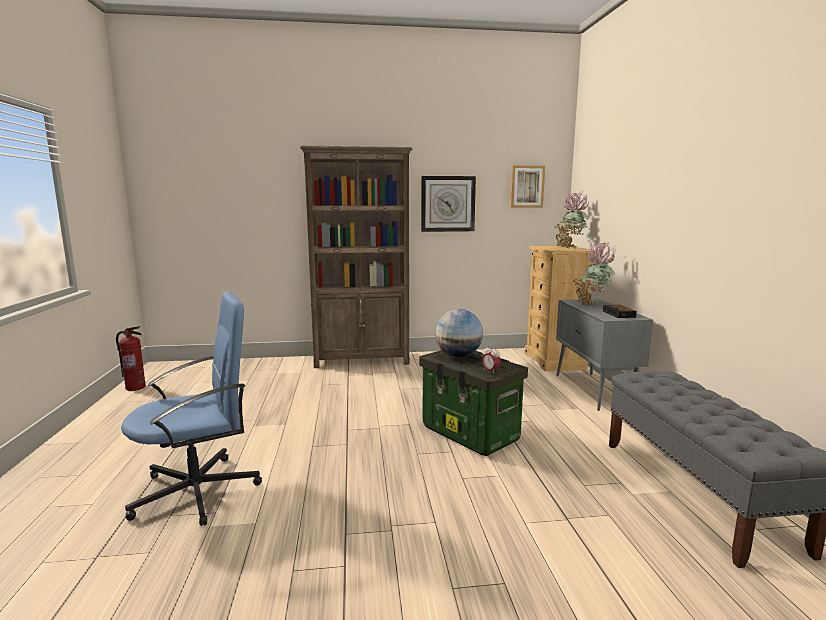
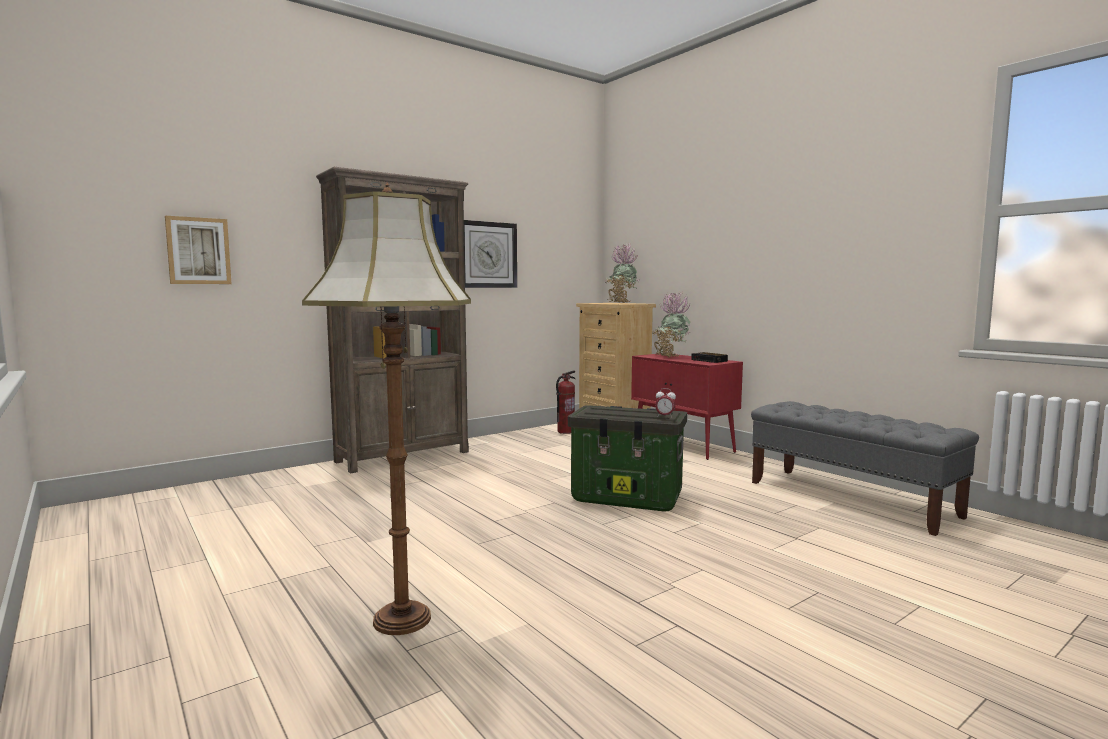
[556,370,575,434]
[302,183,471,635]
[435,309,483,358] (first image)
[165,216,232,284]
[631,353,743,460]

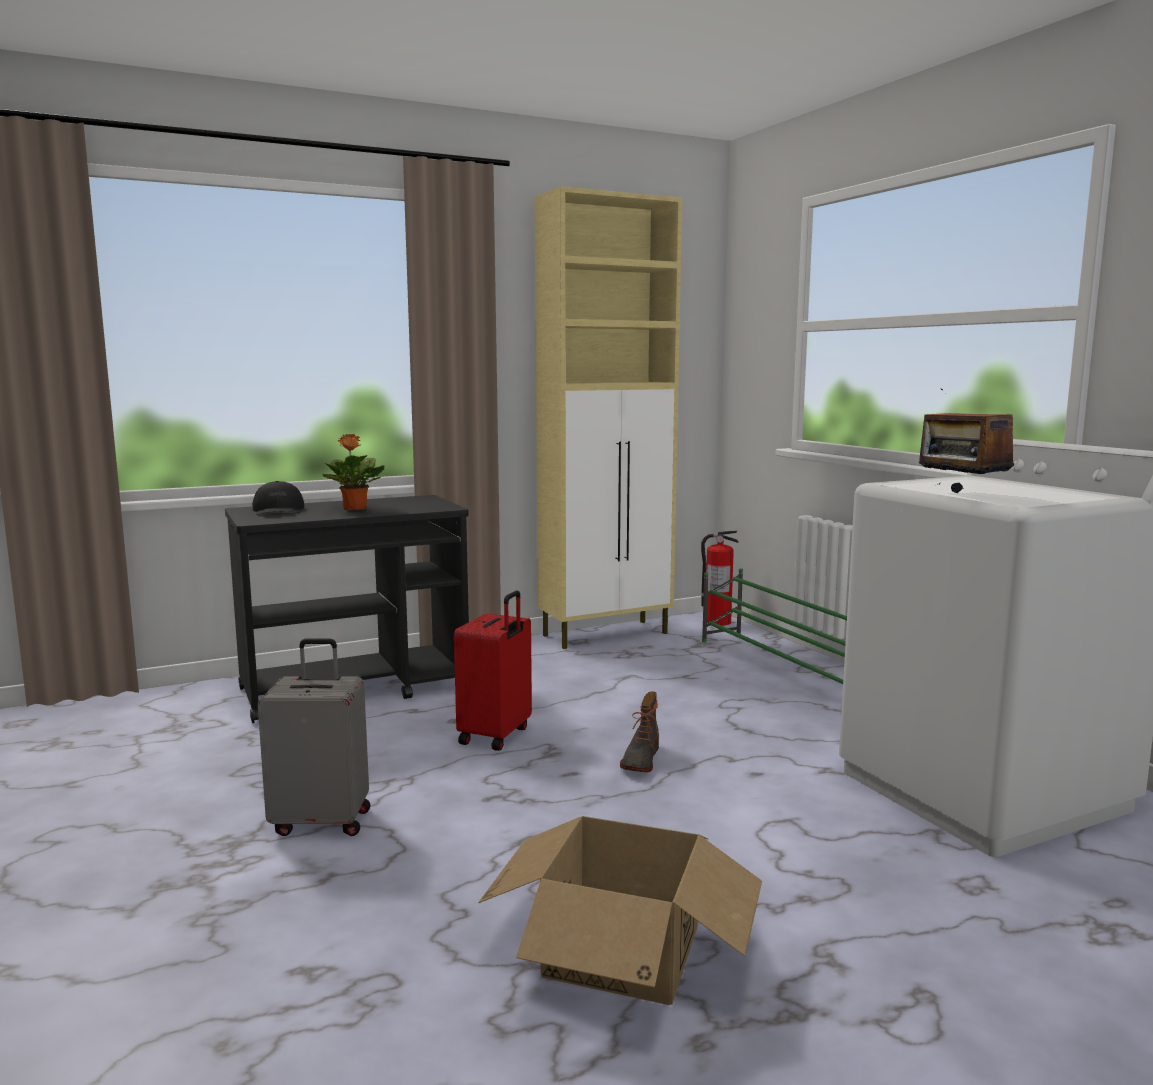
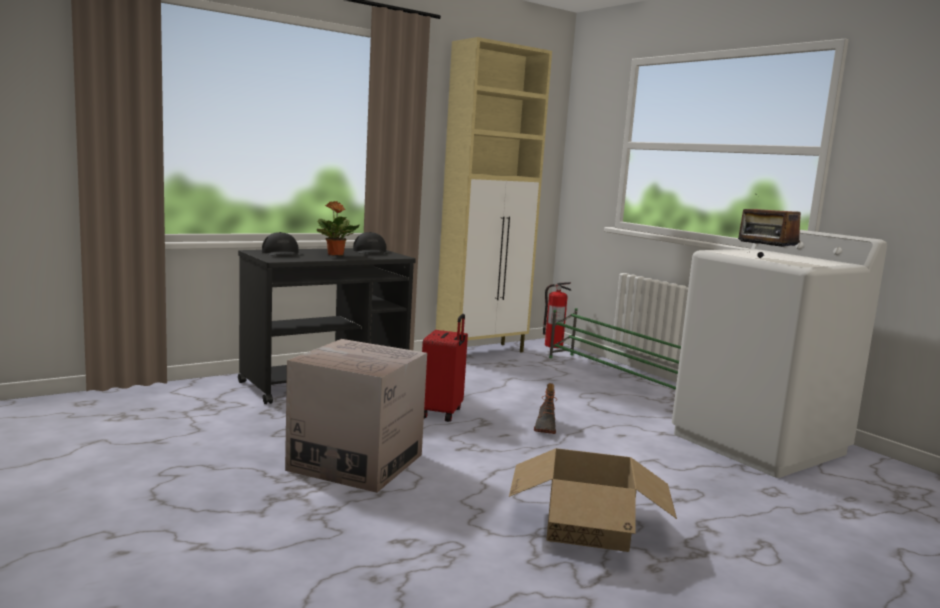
[285,339,427,493]
[353,232,387,254]

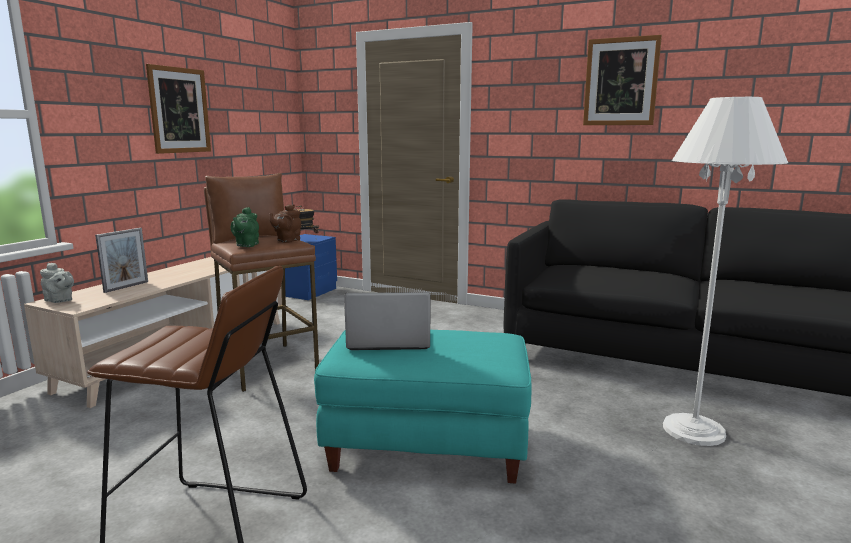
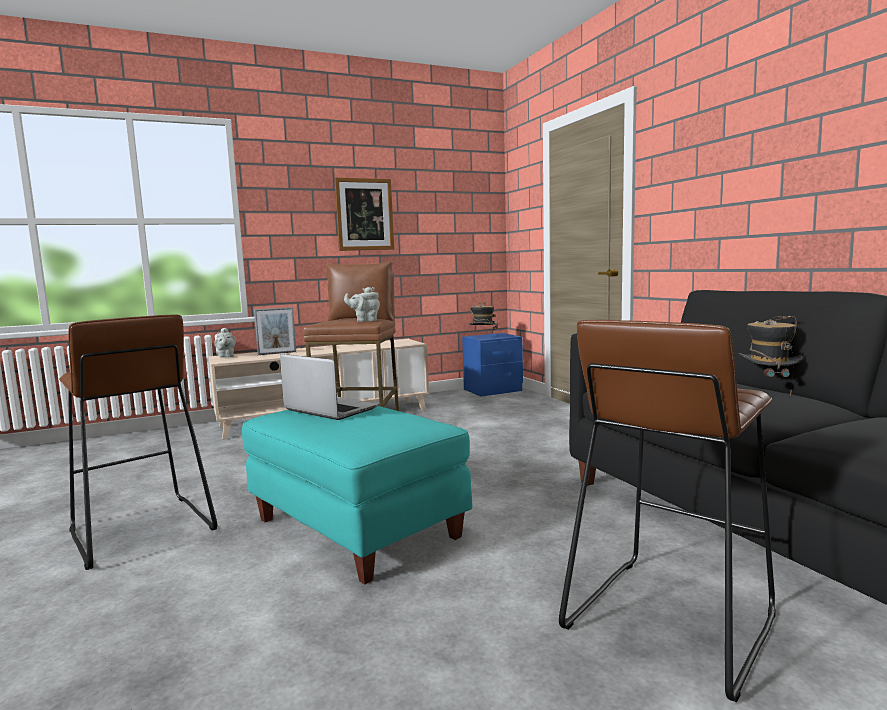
[231,207,259,247] (first image)
[344,287,380,322]
[583,35,662,125] (first image)
[559,320,776,702]
[738,316,802,396]

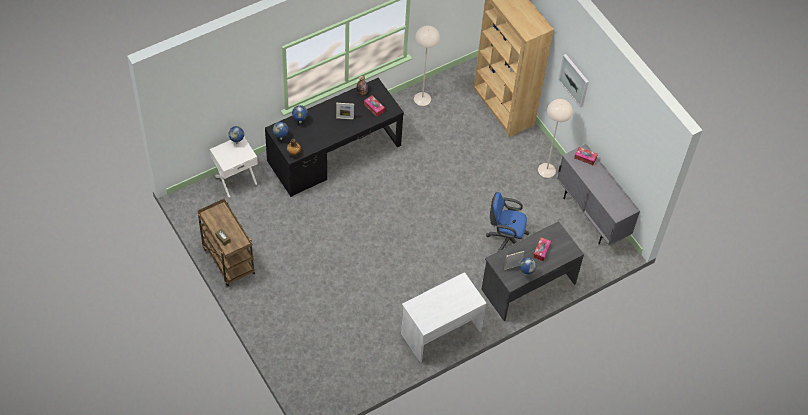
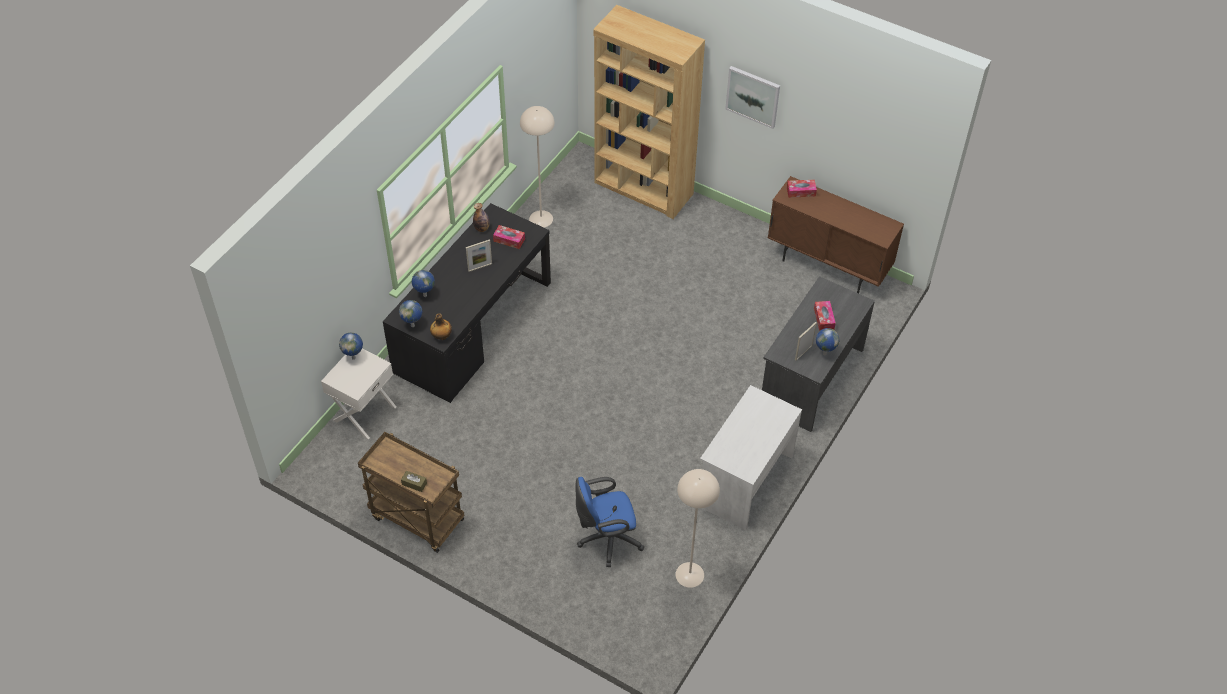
[575,477,644,567]
[675,469,720,588]
[768,176,904,294]

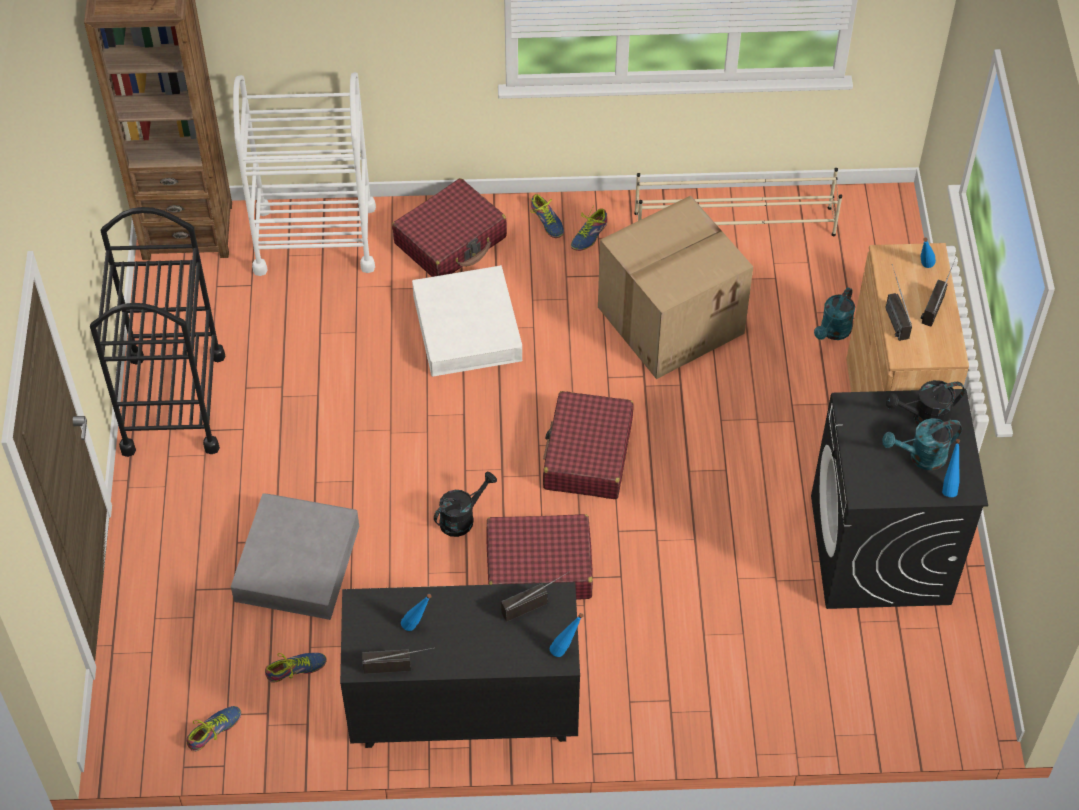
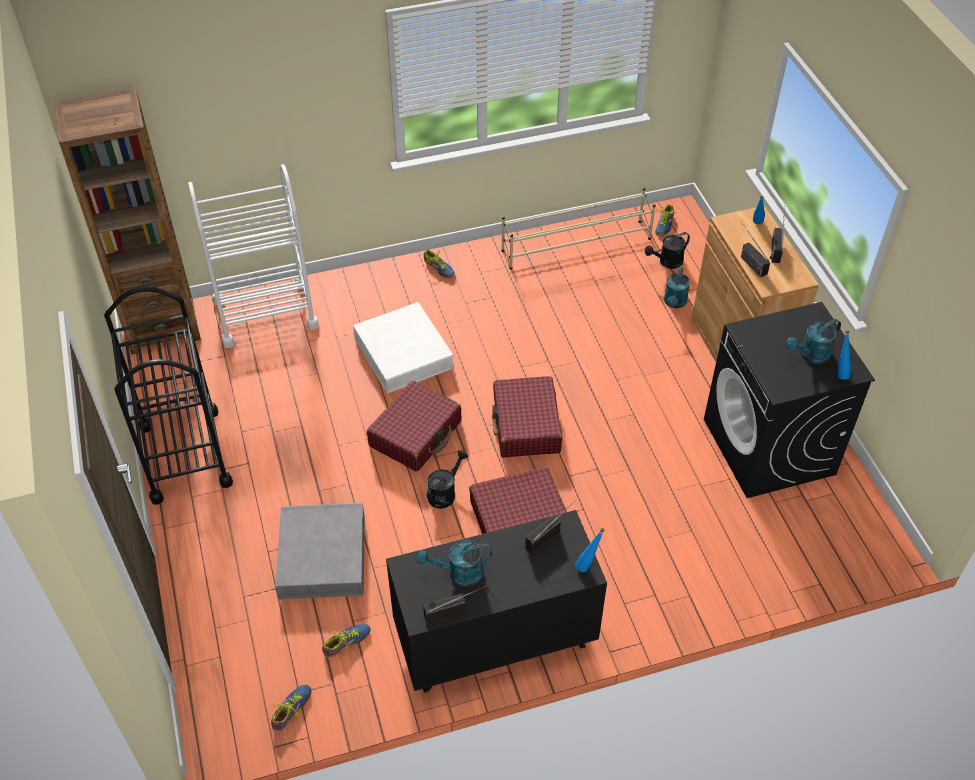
[367,380,461,472]
[417,540,492,587]
[655,203,676,236]
[598,196,753,379] (first image)
[645,232,690,269]

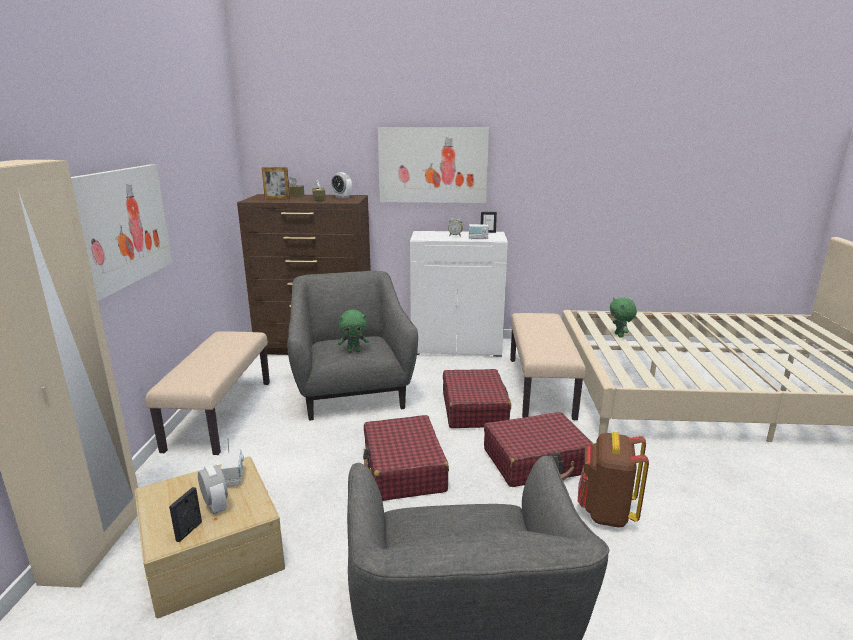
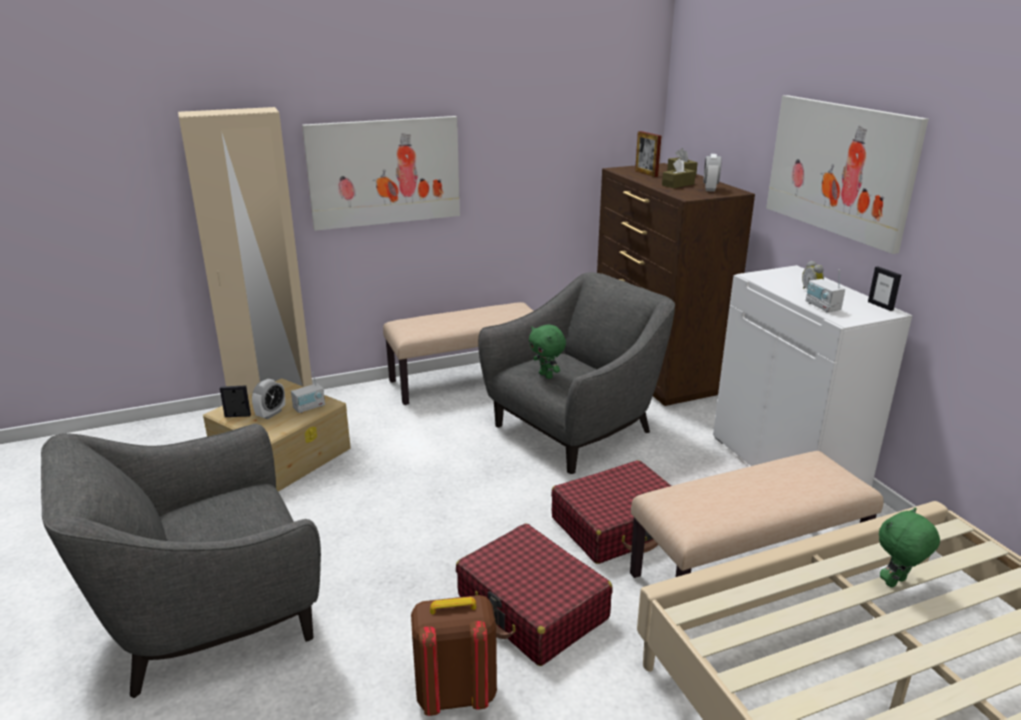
[363,415,449,501] (first image)

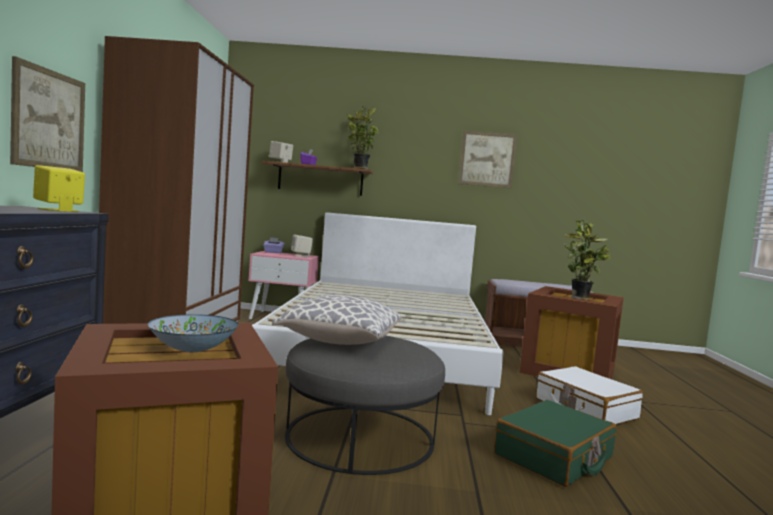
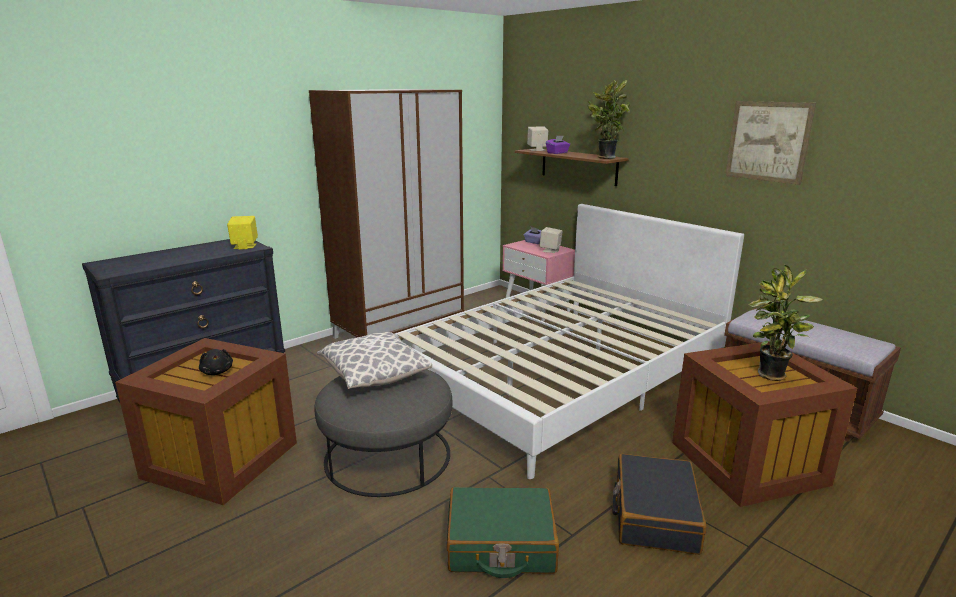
[10,56,85,172] (first image)
[199,349,233,375]
[612,454,706,555]

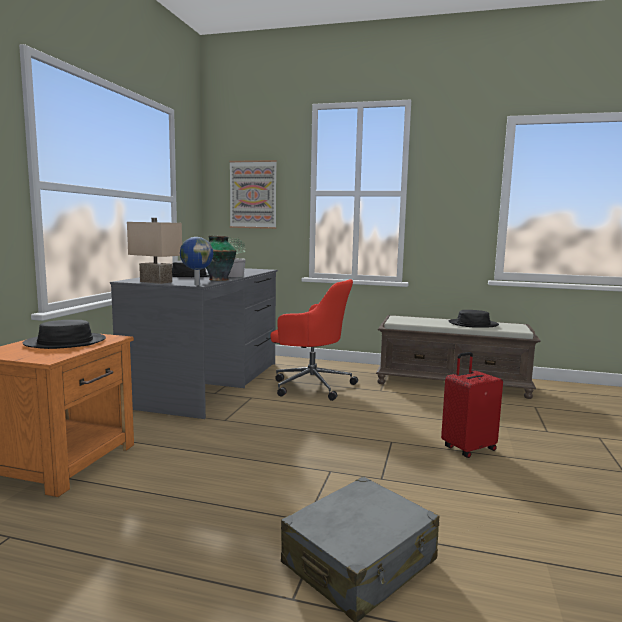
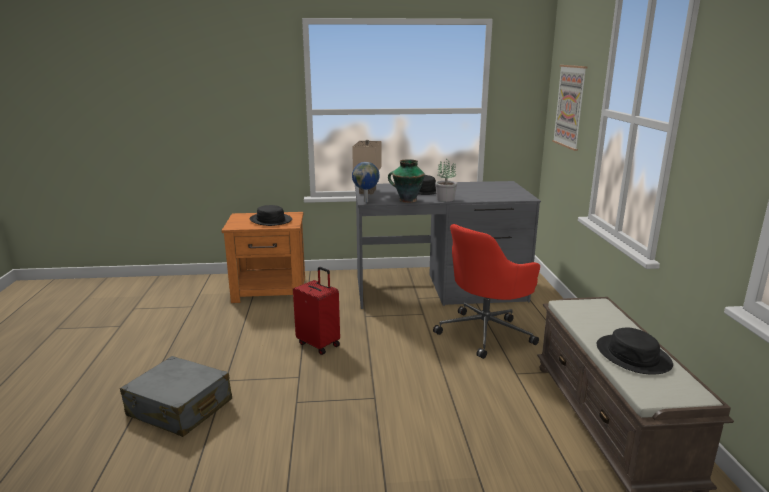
[433,224,540,359]
[293,267,340,355]

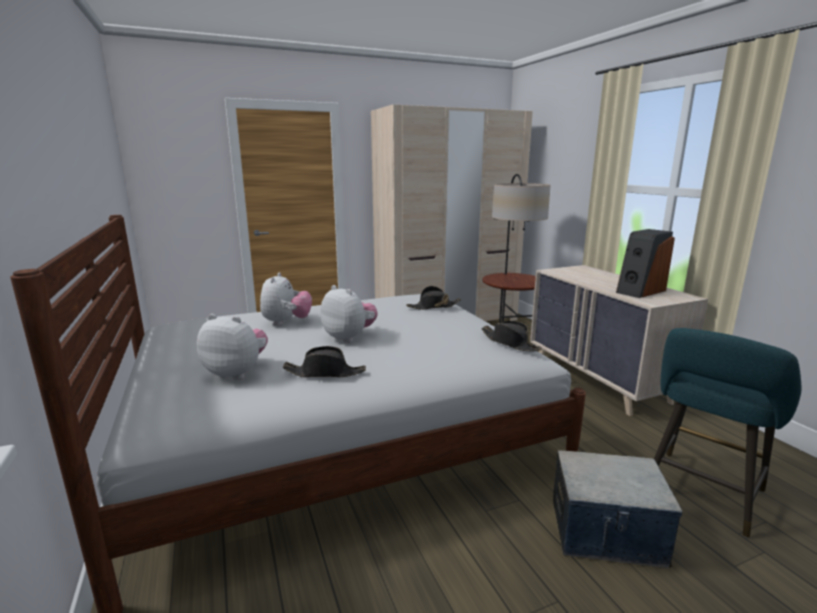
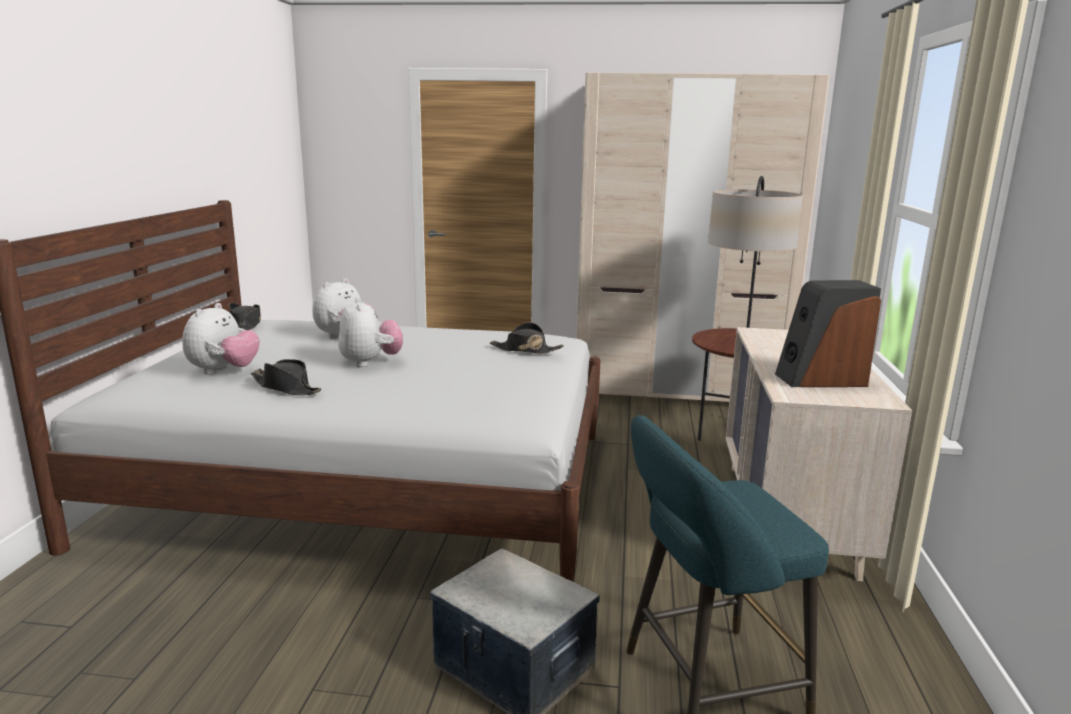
[182,303,260,375]
[229,303,261,330]

